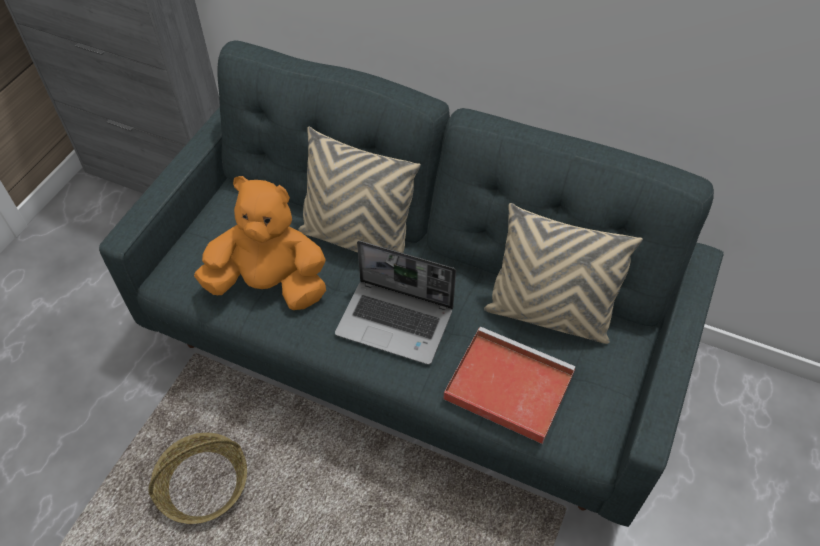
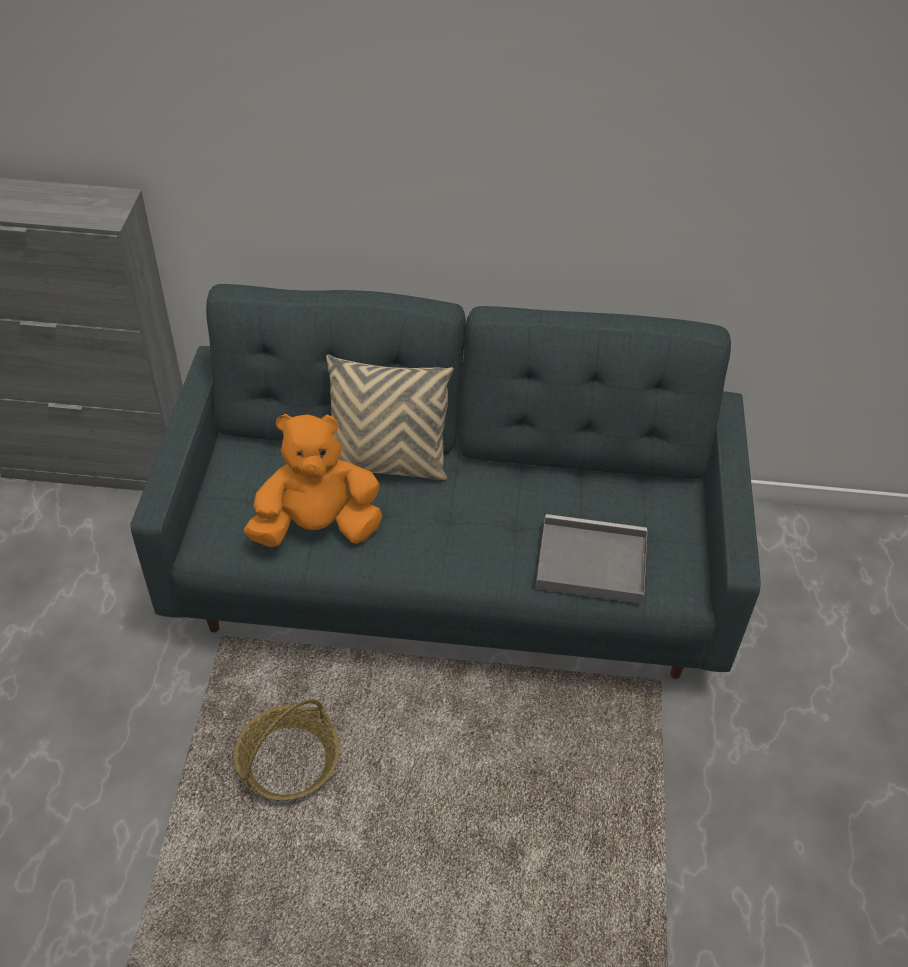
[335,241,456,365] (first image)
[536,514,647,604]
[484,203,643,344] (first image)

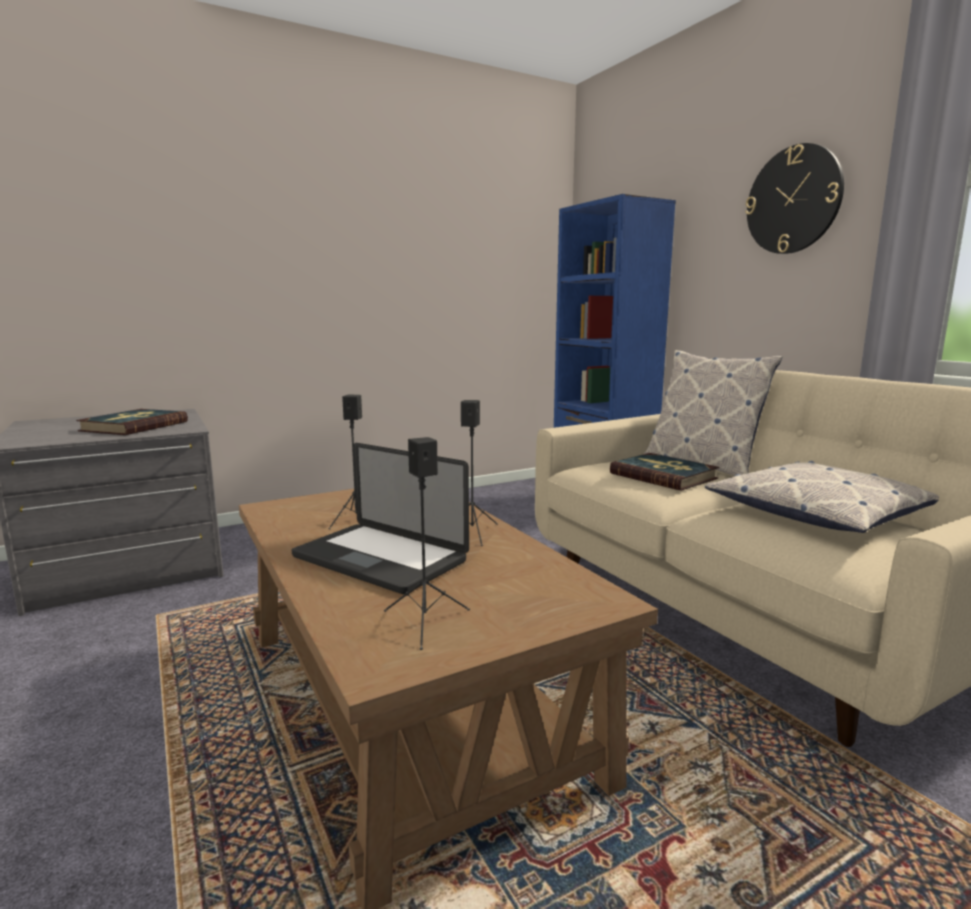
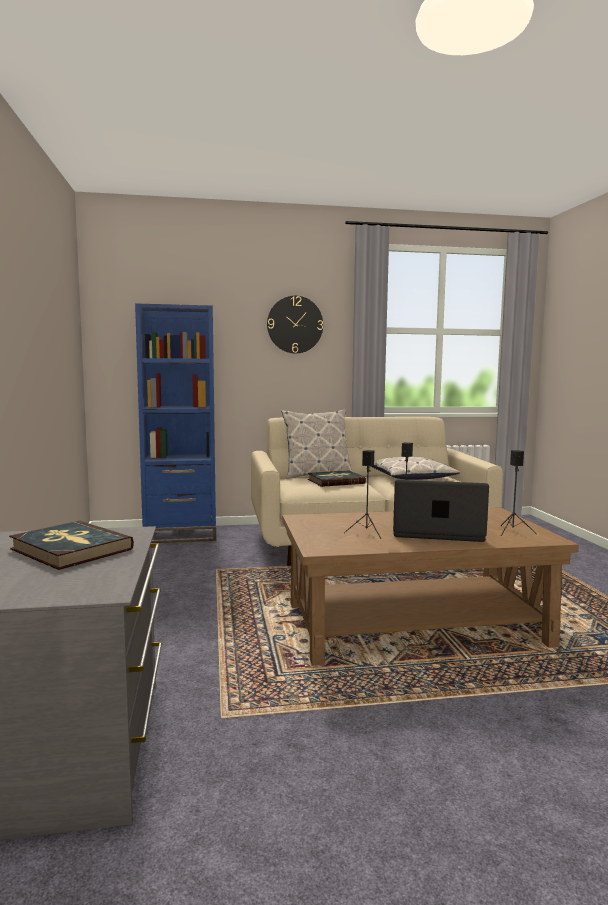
[393,480,489,542]

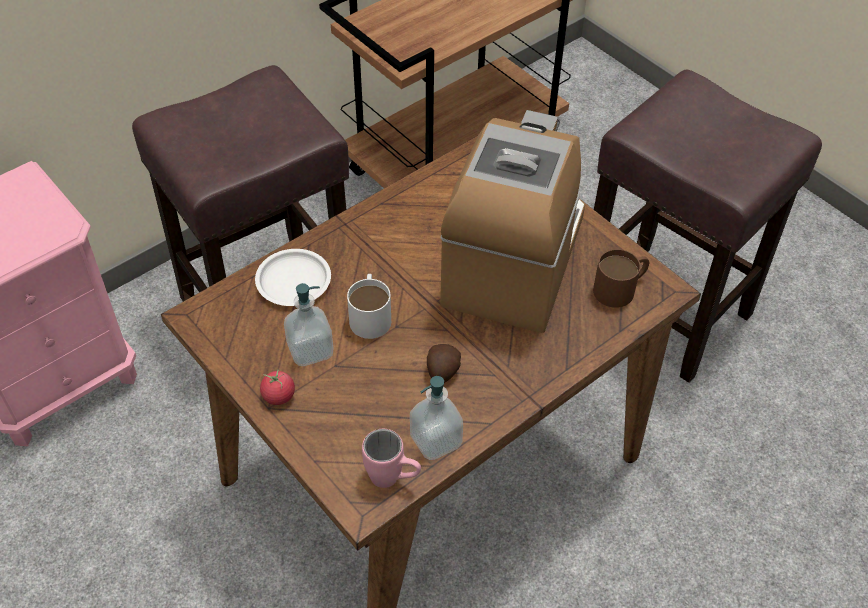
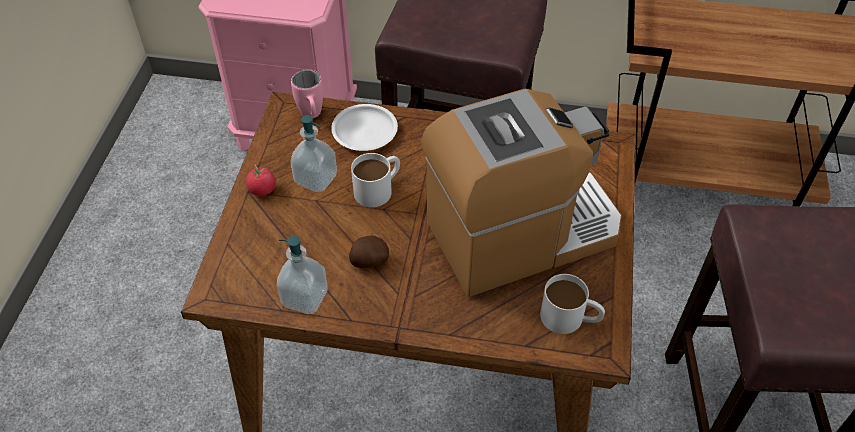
[291,70,323,118]
[540,274,605,334]

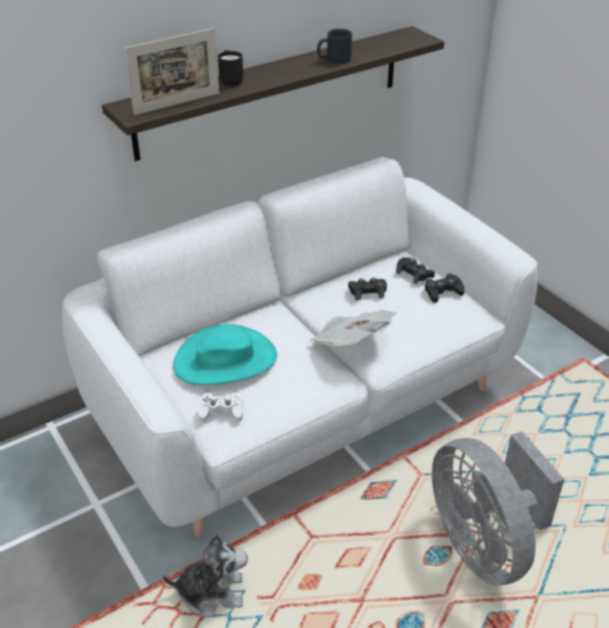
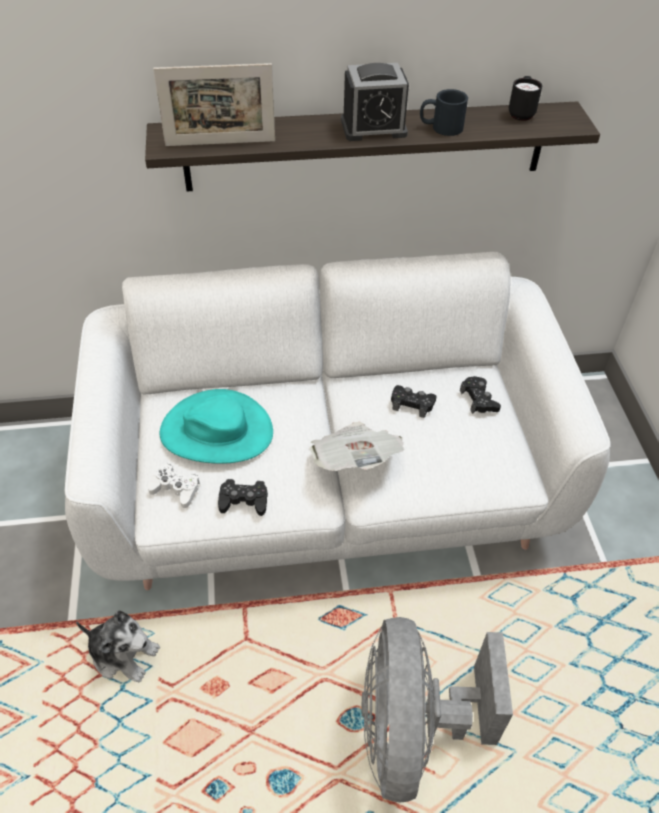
[509,76,542,121]
[218,479,268,516]
[341,63,409,141]

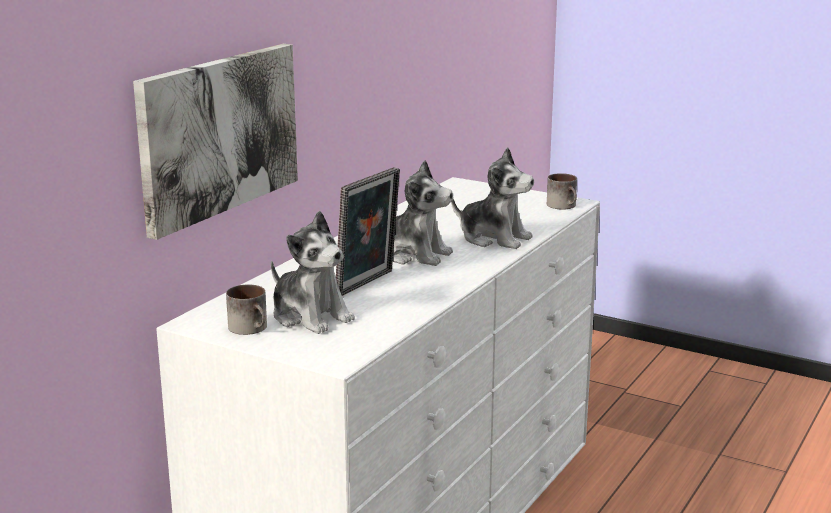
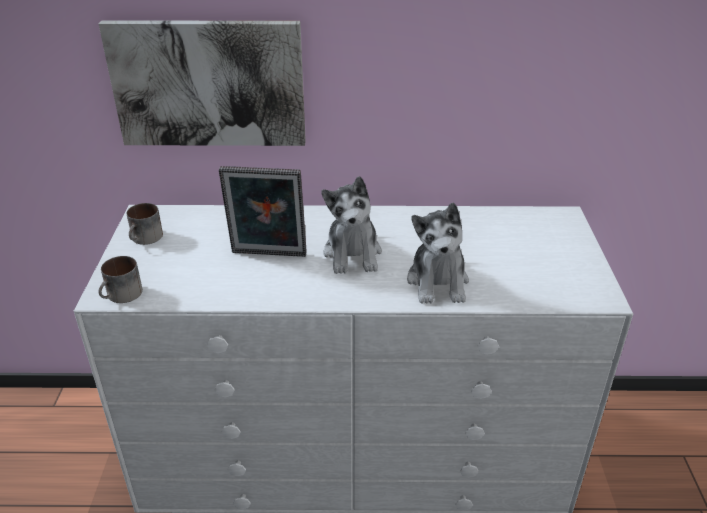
[271,211,355,334] (first image)
[98,256,143,303]

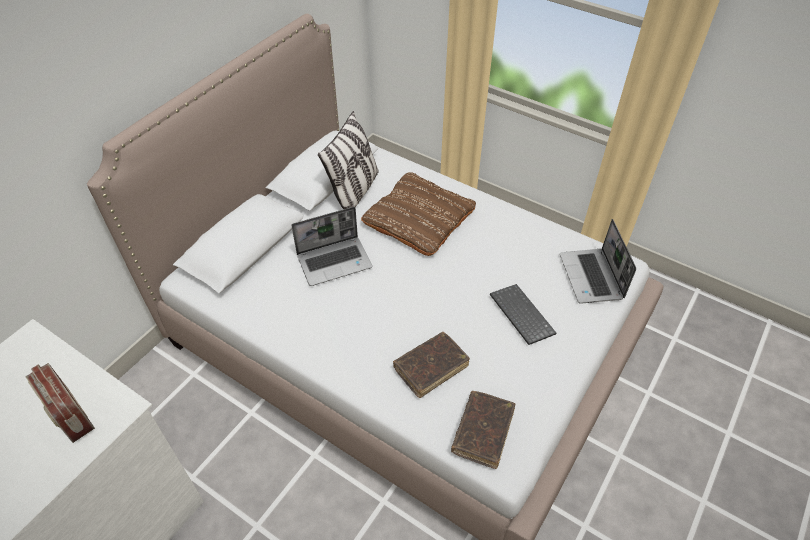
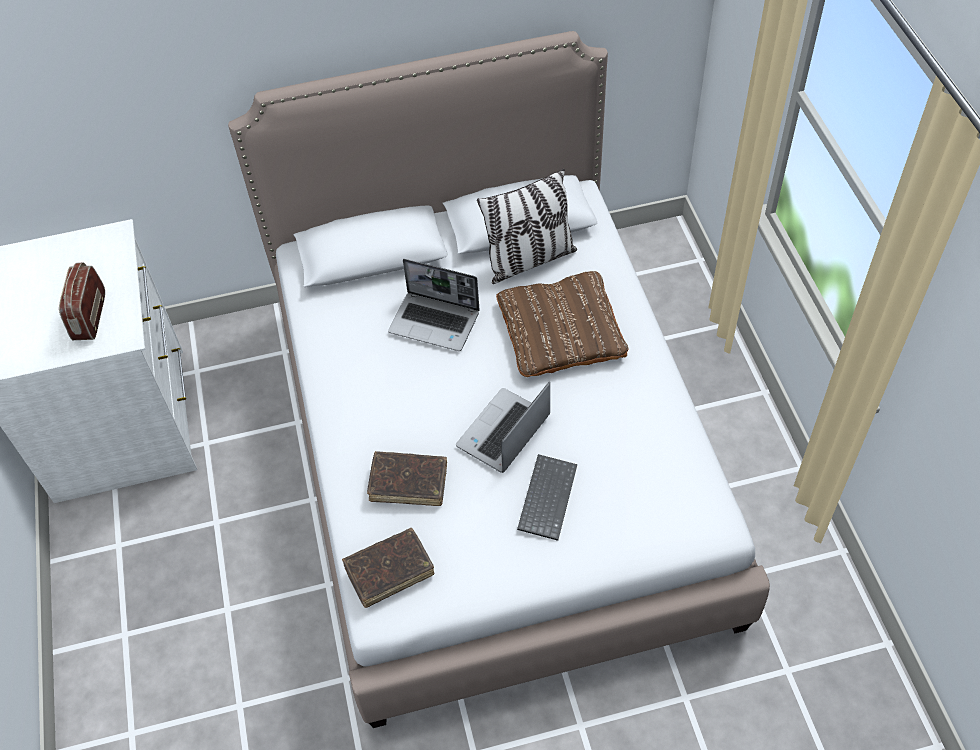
[456,382,550,473]

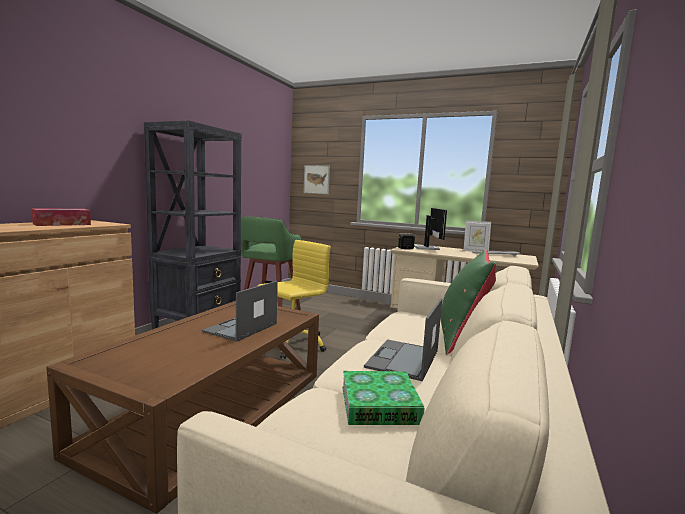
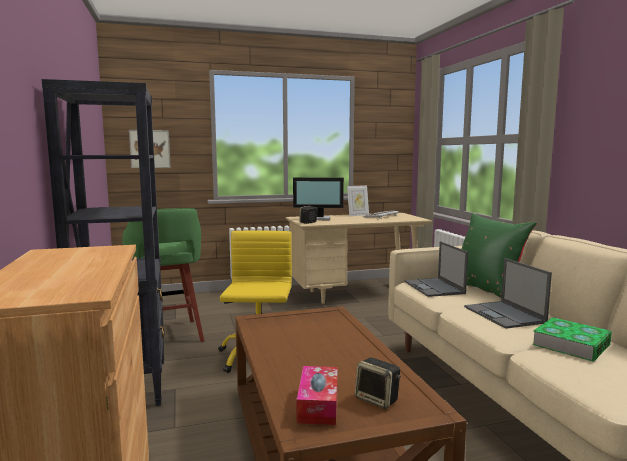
[296,366,338,425]
[405,241,468,297]
[293,177,344,220]
[355,358,401,409]

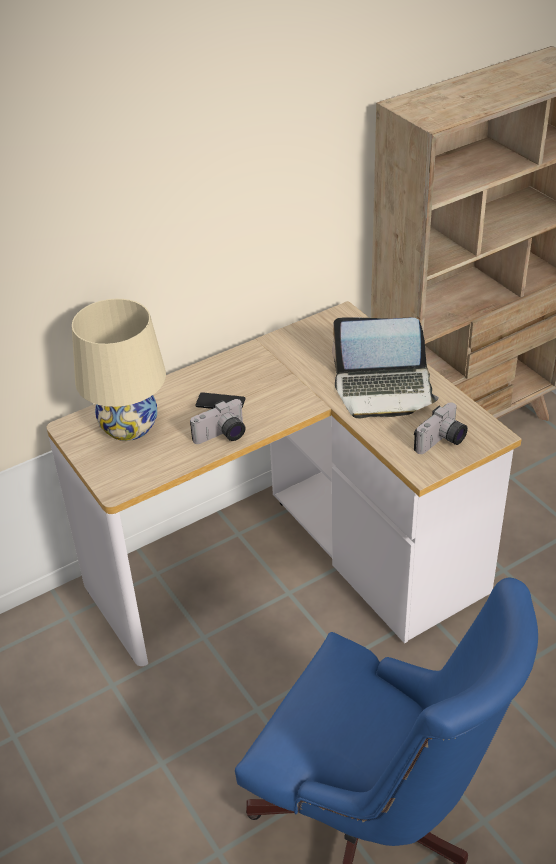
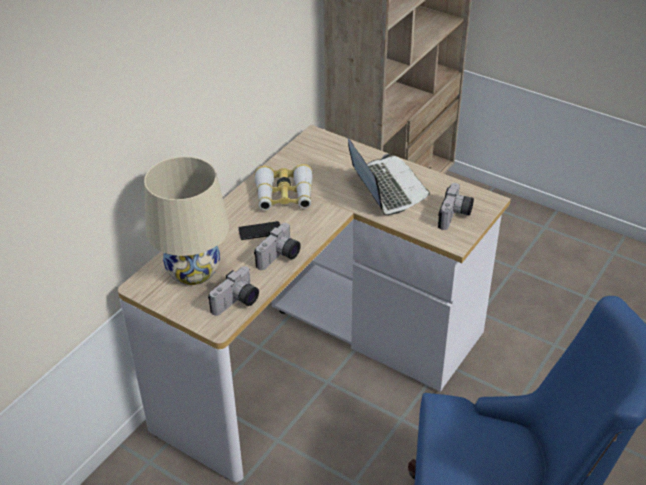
[348,138,430,215]
[208,266,259,316]
[255,164,313,210]

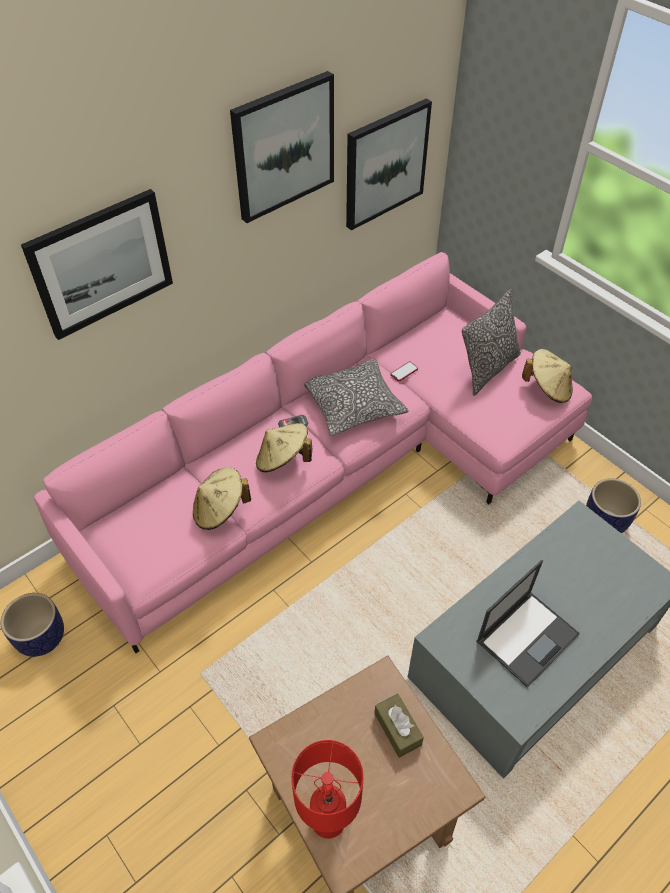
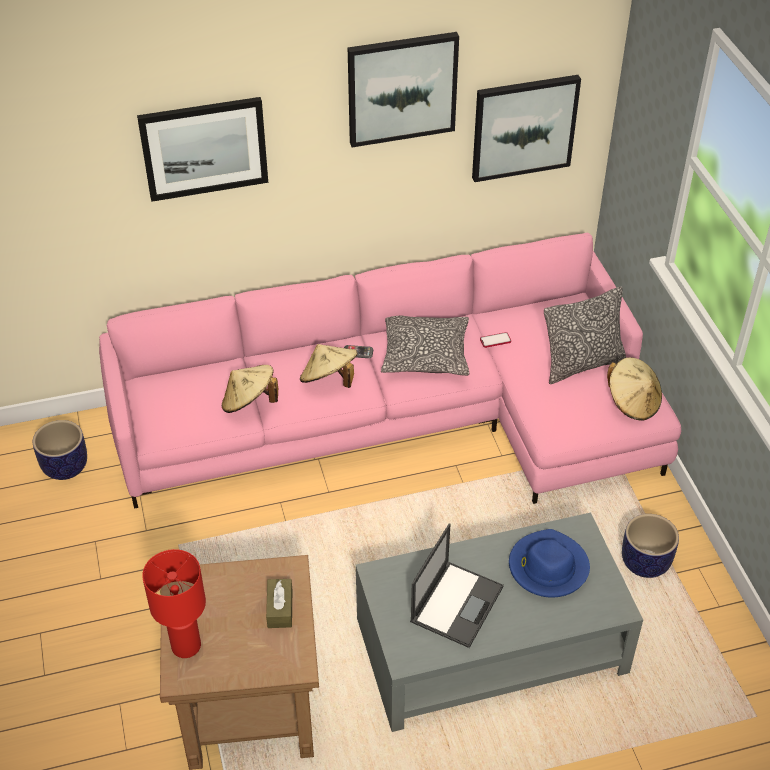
[410,523,504,648]
[509,529,590,598]

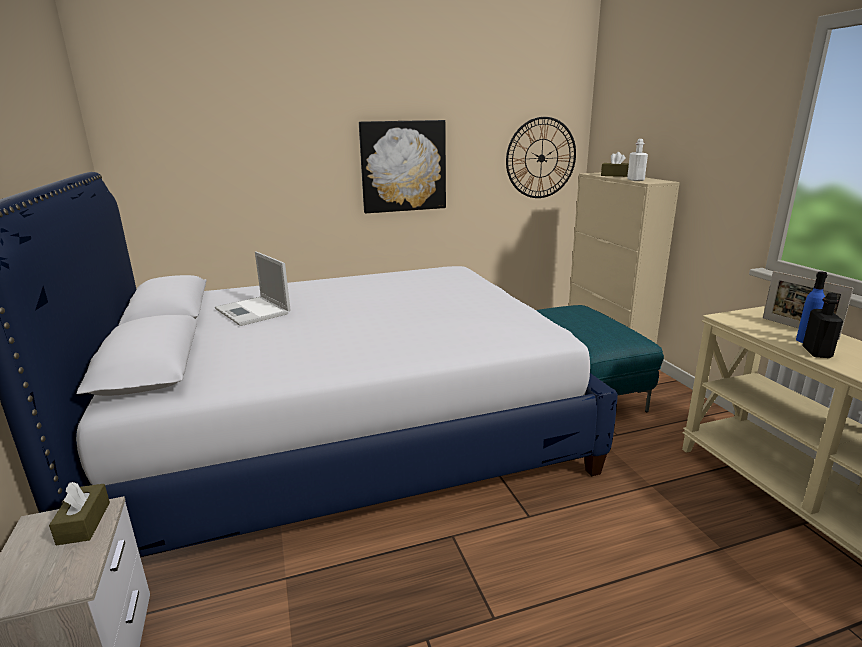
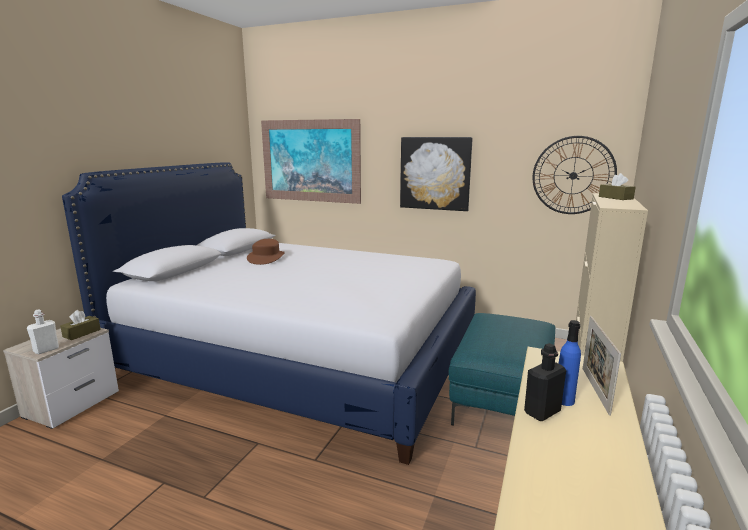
[247,239,285,265]
[27,309,59,354]
[261,119,361,204]

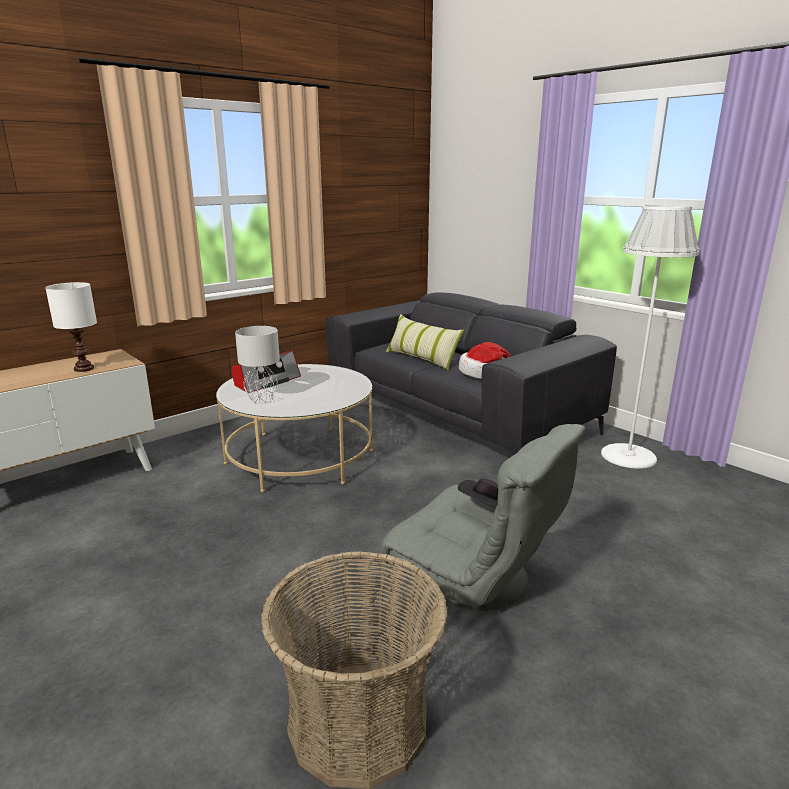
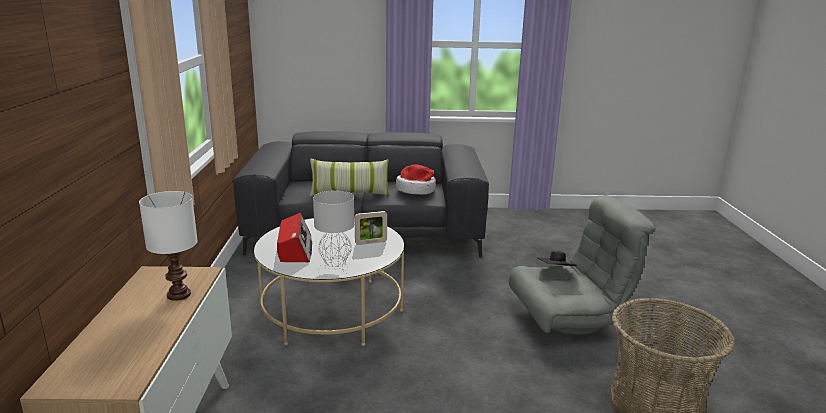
[601,205,700,469] (first image)
[355,211,387,245]

